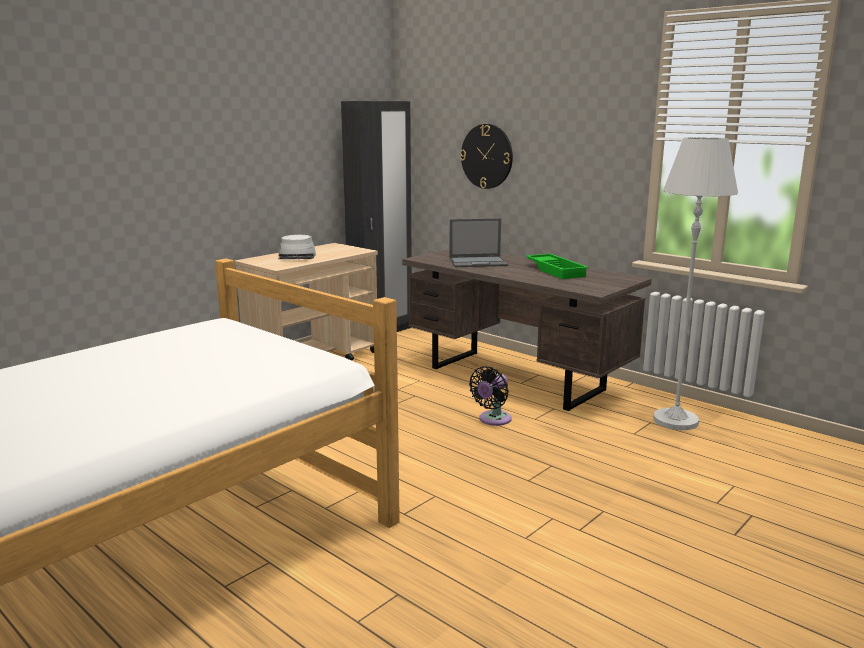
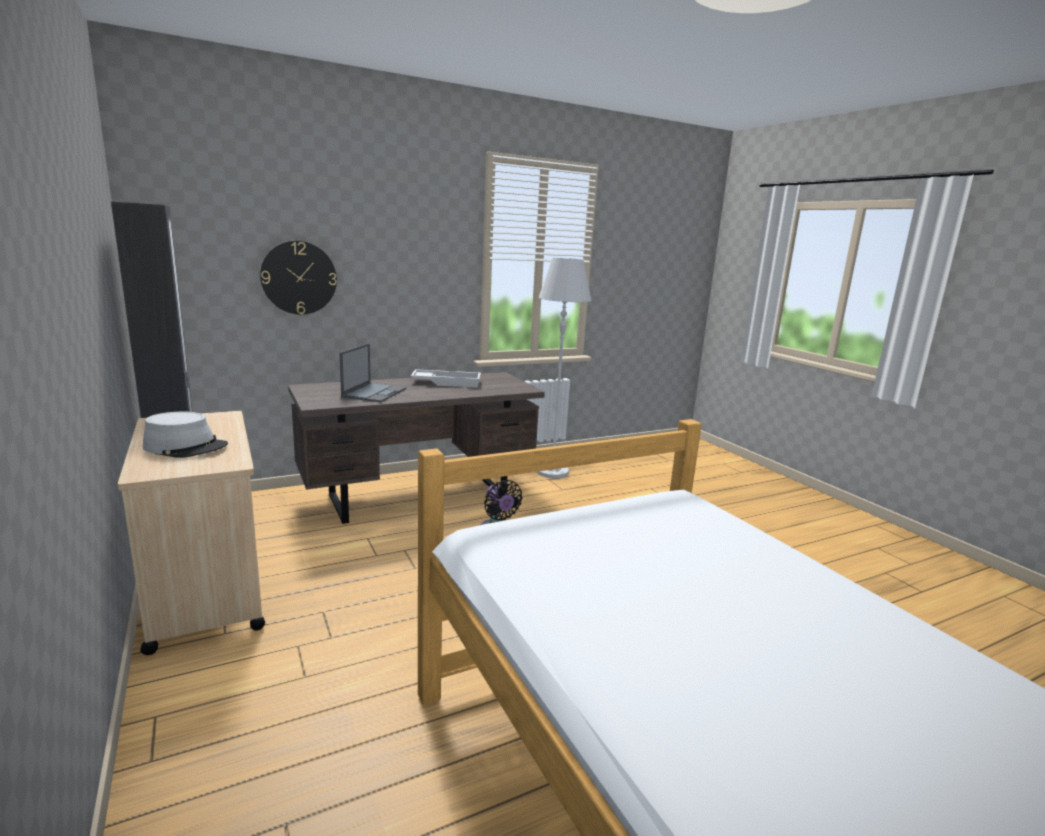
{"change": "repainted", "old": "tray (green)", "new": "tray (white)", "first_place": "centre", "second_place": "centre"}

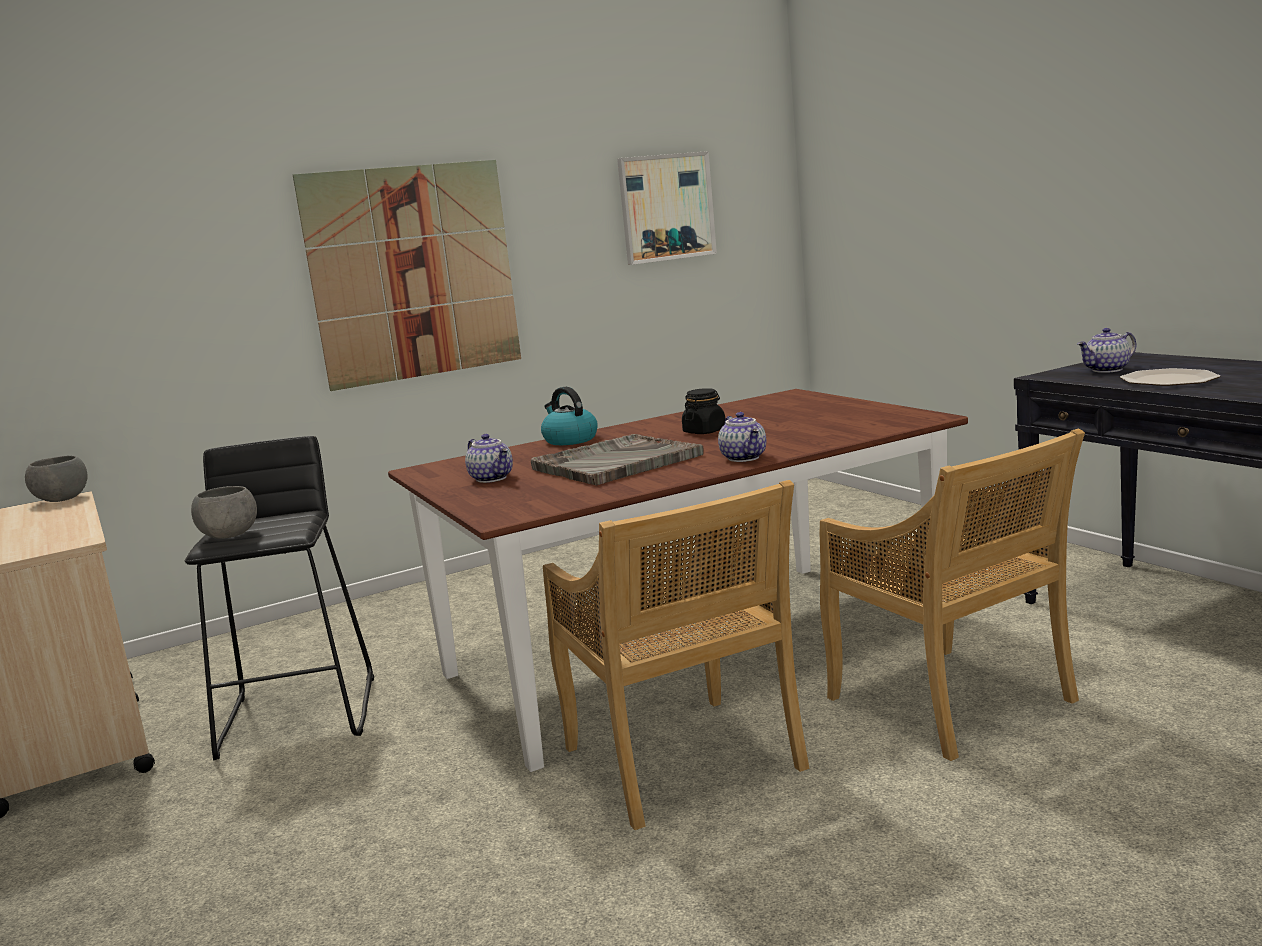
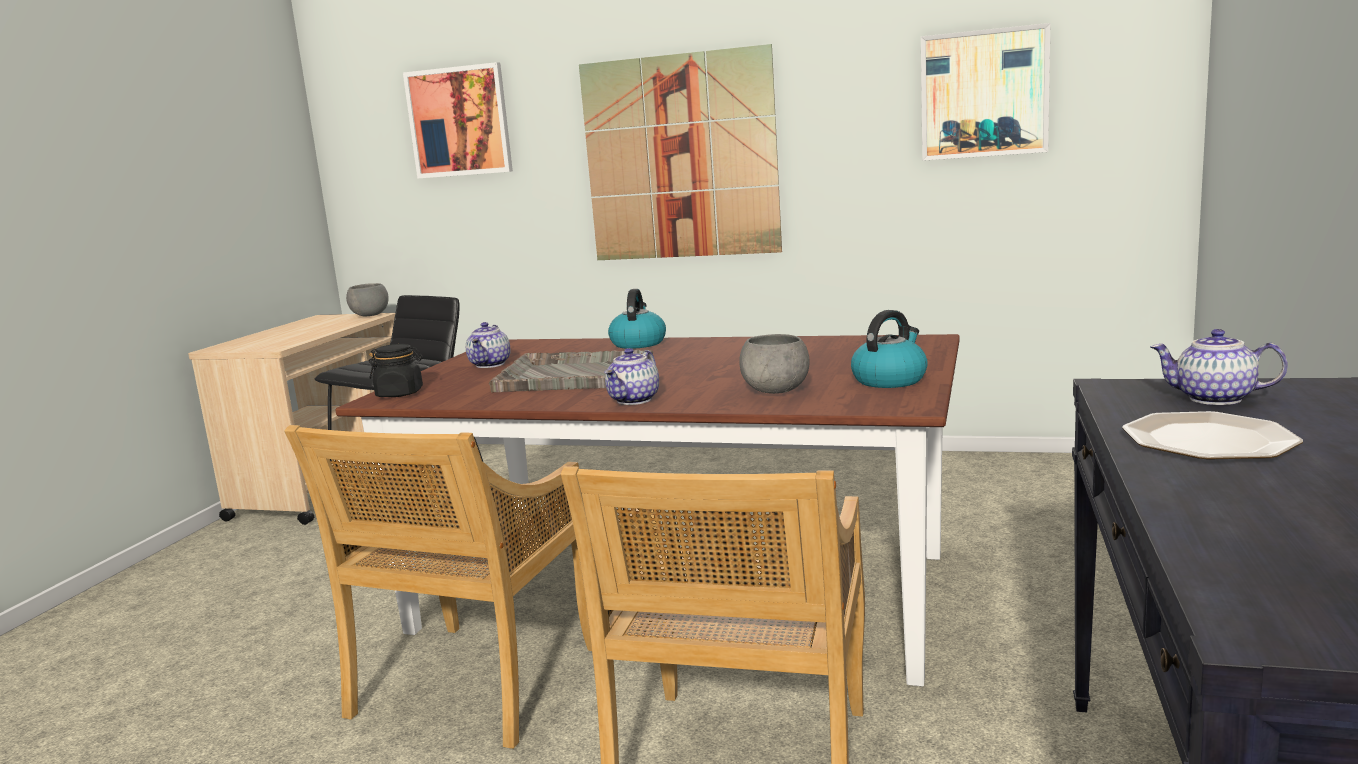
{"change": "new", "new": "picture (no. 1 from left)", "second_place": "top centre"}
{"change": "new", "new": "water kettle (no. 2 from left)", "second_place": "centre"}
{"change": "shifted", "old": "bowl (grey) (no. 2 from left)", "first_place": "middle left", "second_place": "centre"}
{"change": "shifted", "old": "storage jar (black-coloured)", "first_place": "centre", "second_place": "middle left"}

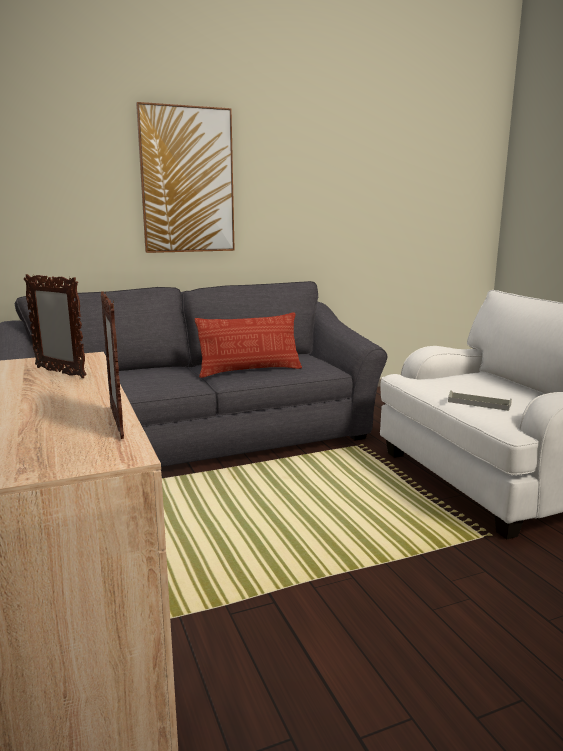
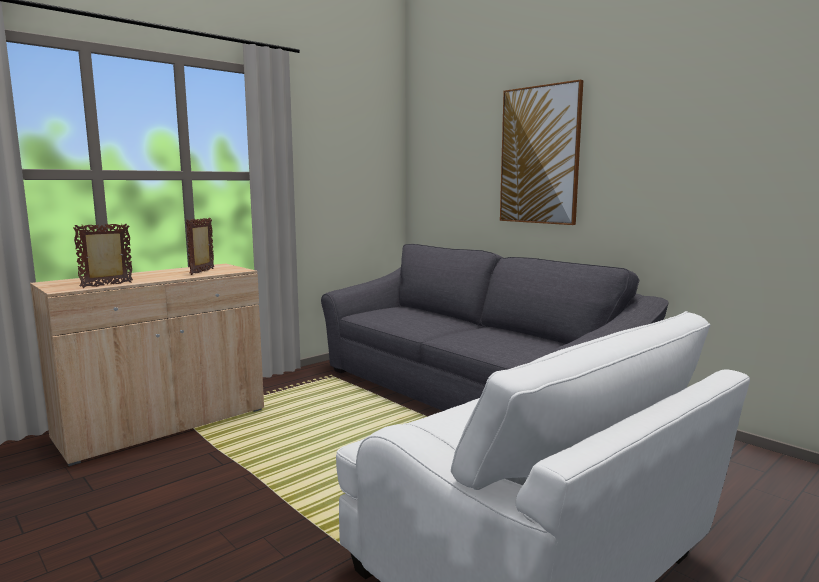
{"change": "gone", "old": "pillow", "first_place": "centre"}
{"change": "gone", "old": "tray (grey)", "first_place": "middle right"}

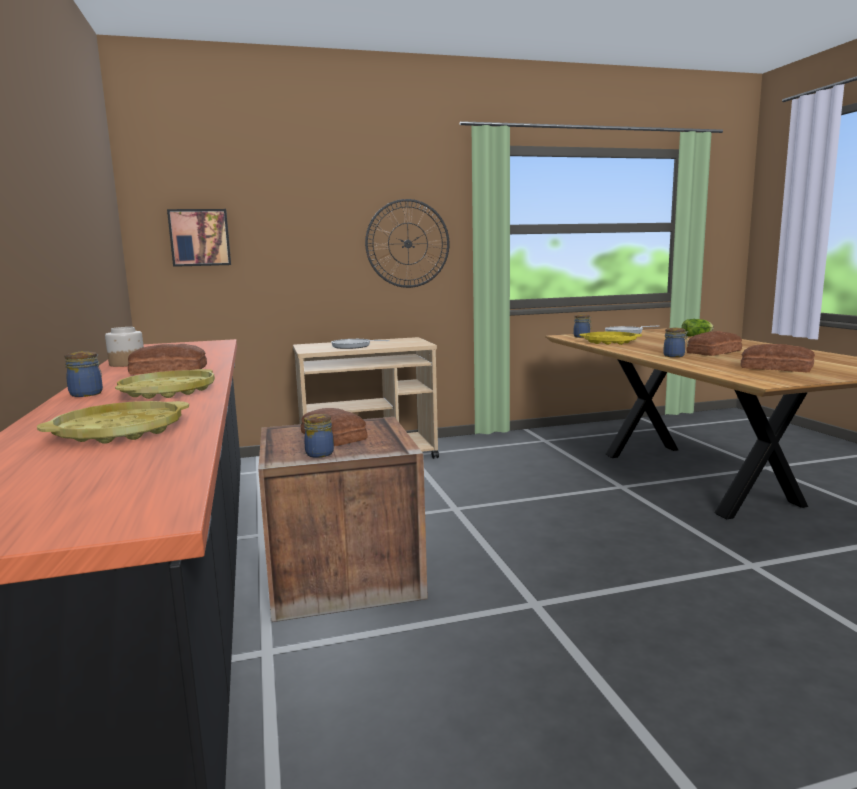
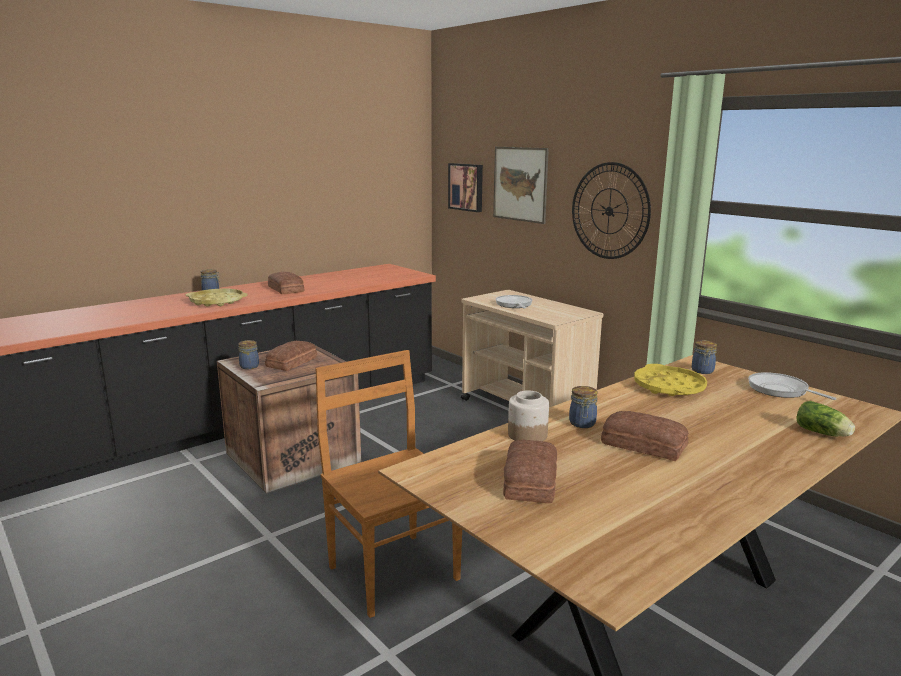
{"change": "gone", "old": "tray (yellow-coloured) (no. 1 from left)", "first_place": "middle left"}
{"change": "new", "new": "chair (brown-coloured)", "second_place": "bottom centre"}
{"change": "new", "new": "picture (no. 2 from left)", "second_place": "top centre"}
{"change": "shifted", "old": "storage jar (no. 2 from left in the first image)", "new": "storage jar (no. 3 from left)", "first_place": "middle left", "second_place": "centre"}

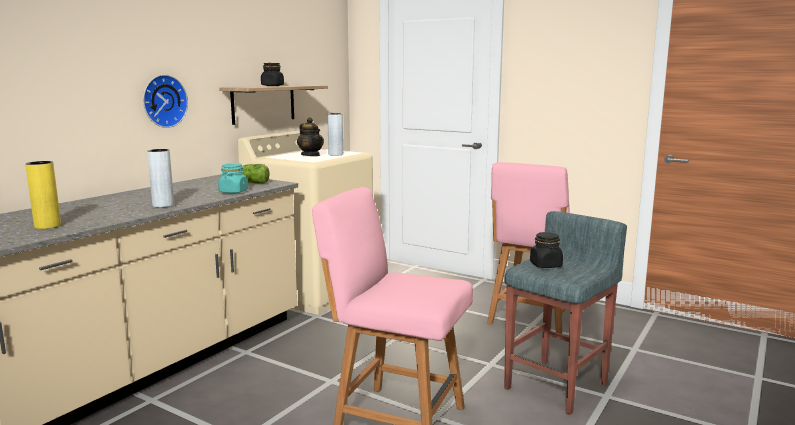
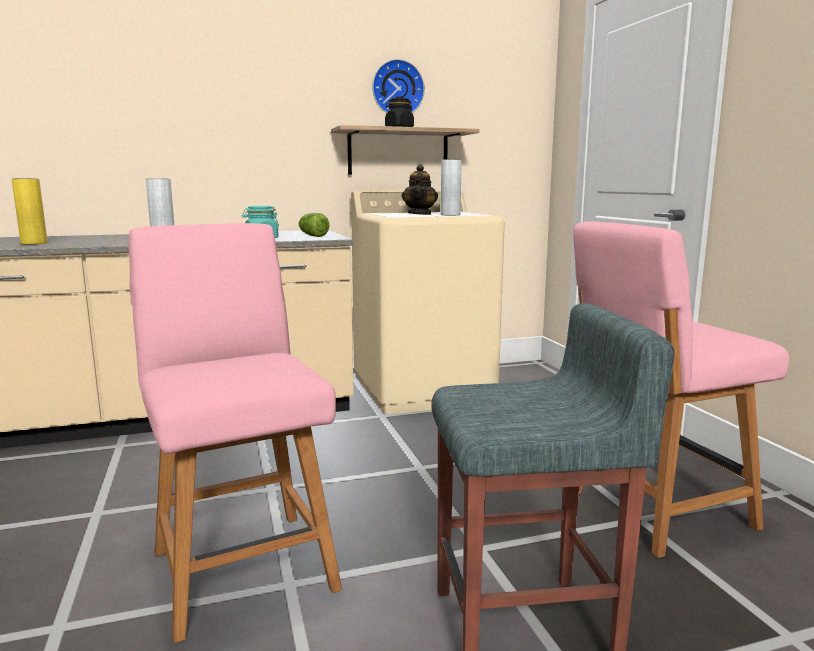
{"change": "gone", "old": "storage jar (black-coloured) (no. 2 from left)", "first_place": "middle right"}
{"change": "shifted", "old": "hanging clock", "first_place": "top left", "second_place": "top centre"}

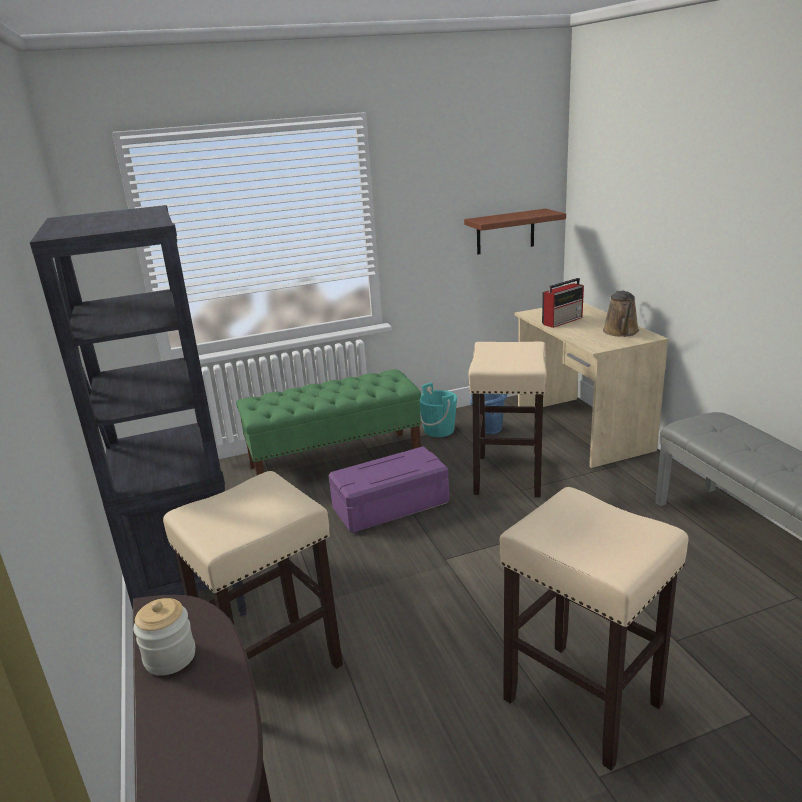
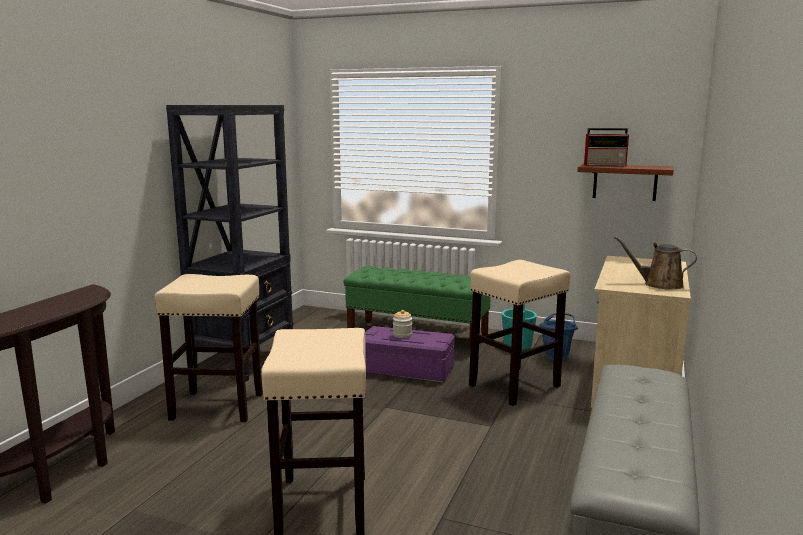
{"change": "shifted", "old": "storage jar", "first_place": "bottom left", "second_place": "centre"}
{"change": "shifted", "old": "radio receiver", "first_place": "middle right", "second_place": "top right"}
{"change": "rotated", "old": "sprinkling can (brown-coloured)", "first_place": "middle right", "second_place": "middle right", "degrees": 60}

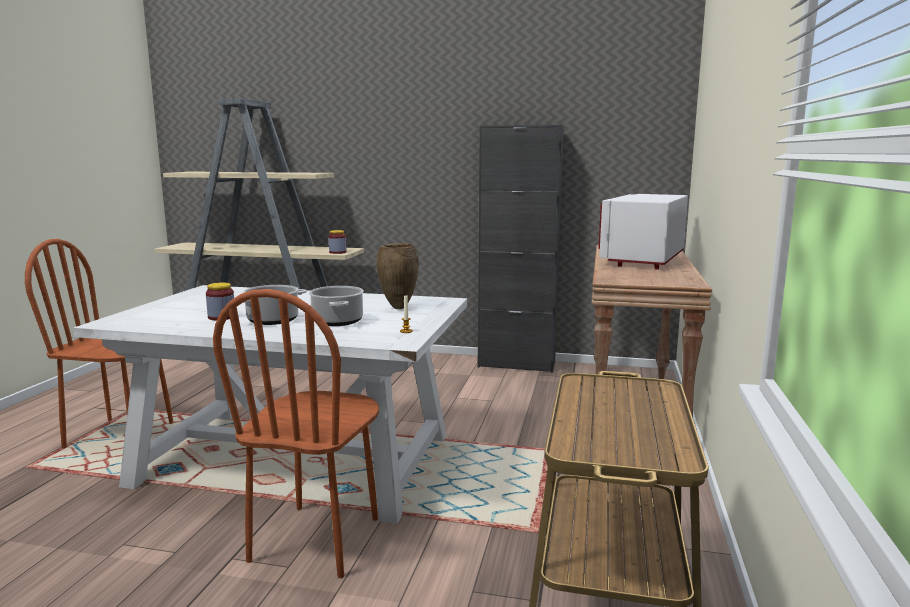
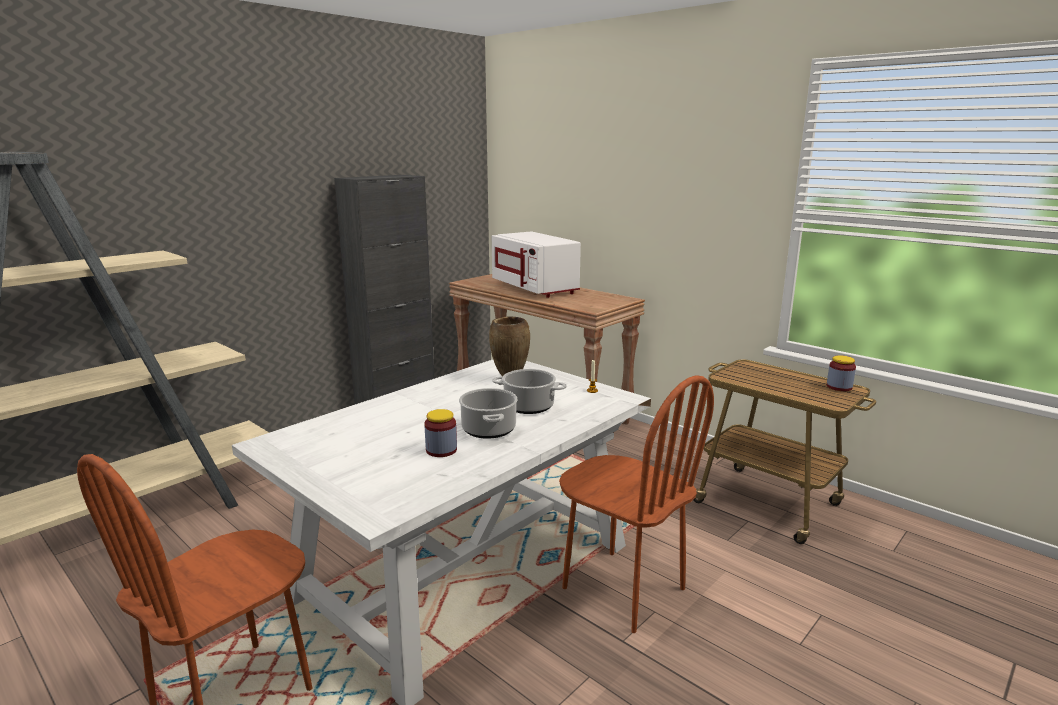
{"change": "shifted", "old": "storage jar (no. 2 from left)", "first_place": "centre", "second_place": "middle right"}

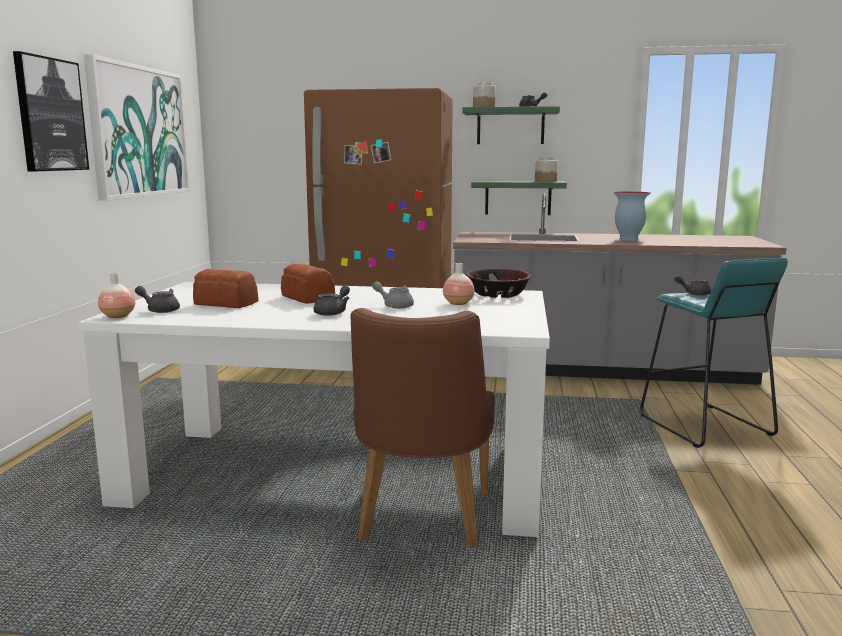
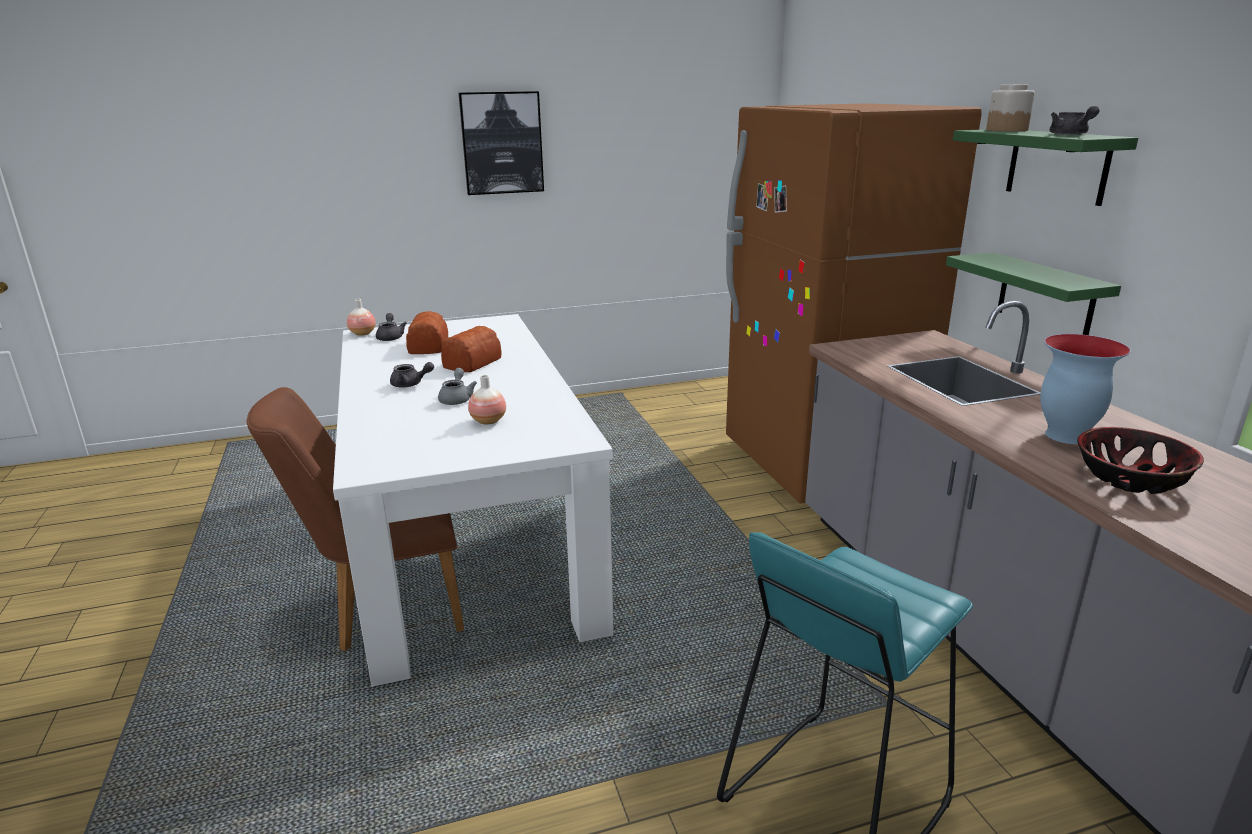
{"change": "gone", "old": "picture (no. 2 from left)", "first_place": "top left"}
{"change": "gone", "old": "storage jar (no. 2 from left)", "first_place": "top centre"}
{"change": "gone", "old": "pot for tea (grey) (no. 5 from left)", "first_place": "middle right"}
{"change": "shifted", "old": "bowl", "first_place": "centre", "second_place": "middle right"}

